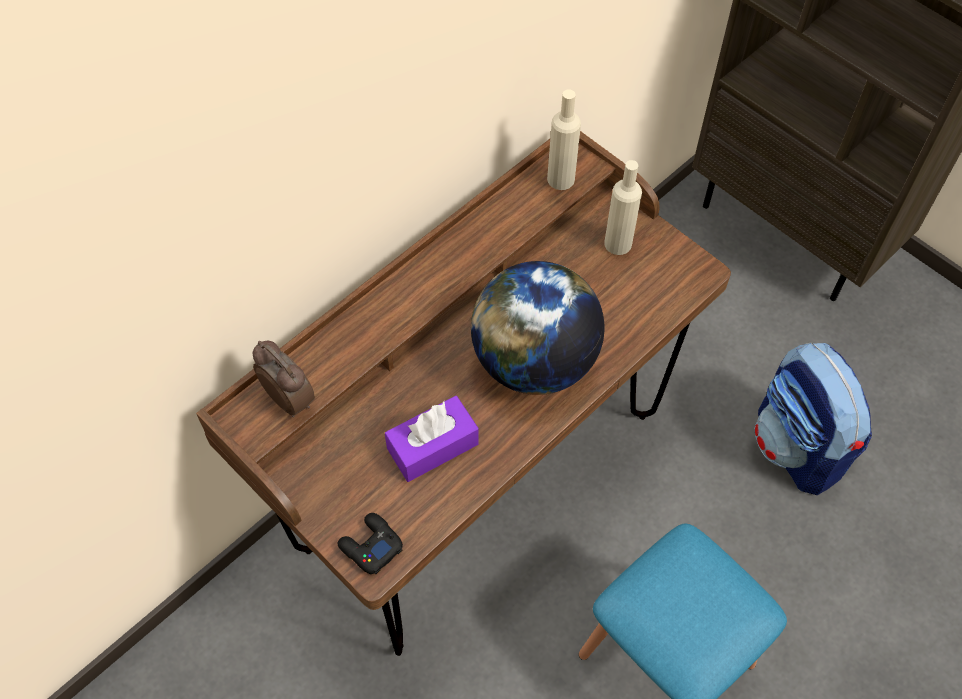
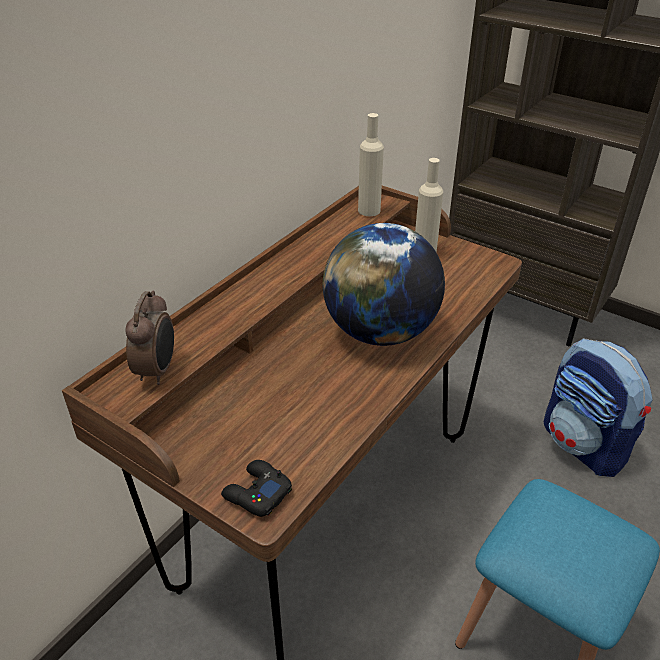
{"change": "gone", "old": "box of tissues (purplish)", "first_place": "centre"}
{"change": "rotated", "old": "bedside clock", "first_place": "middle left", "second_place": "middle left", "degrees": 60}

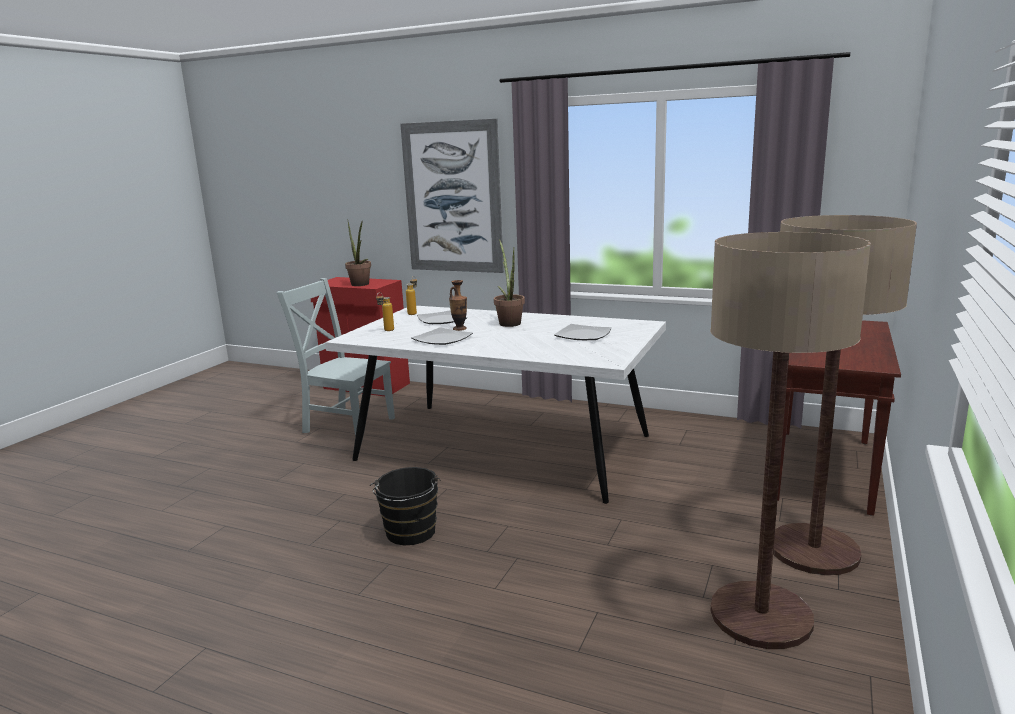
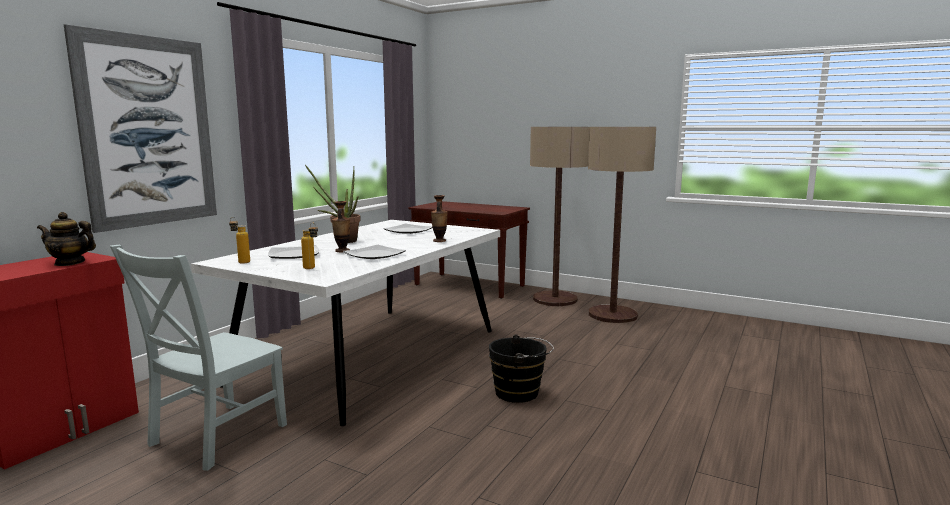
{"change": "new", "new": "decorative vase (no. 2 from left)", "second_place": "centre"}
{"change": "swapped", "old": "houseplant (no. 1 from left)", "new": "pot for tea", "first_place": "centre", "second_place": "middle left"}

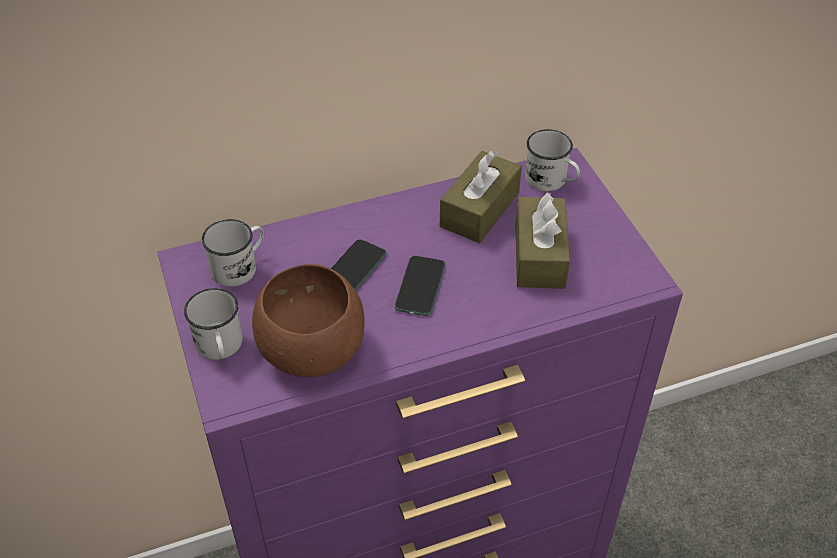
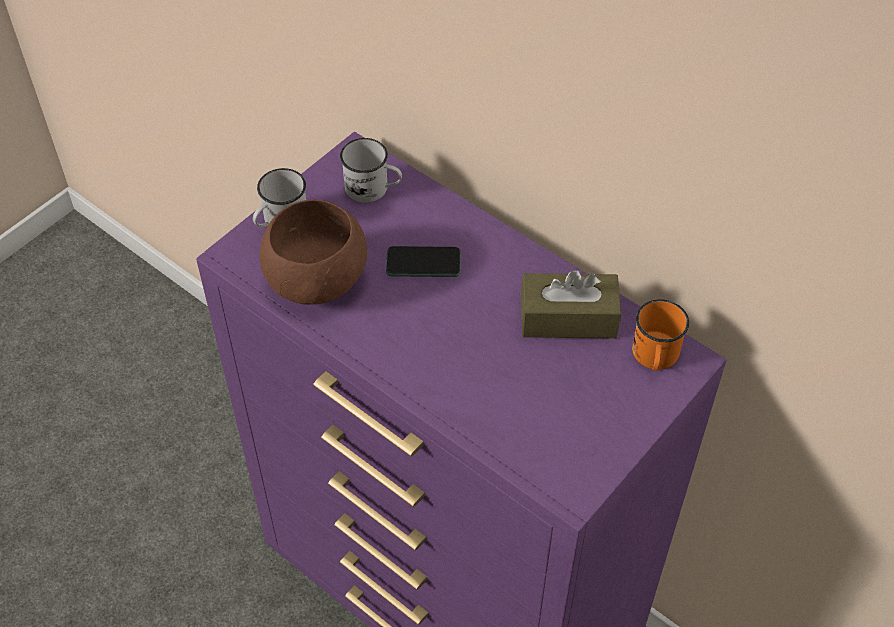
{"change": "gone", "old": "phone (no. 2 from left)", "first_place": "centre"}
{"change": "gone", "old": "box of tissues (brown-coloured) (no. 2 from left)", "first_place": "centre"}
{"change": "repainted", "old": "coffee mug (white) (no. 3 from left)", "new": "coffee mug (orangey)", "first_place": "top centre", "second_place": "middle right"}

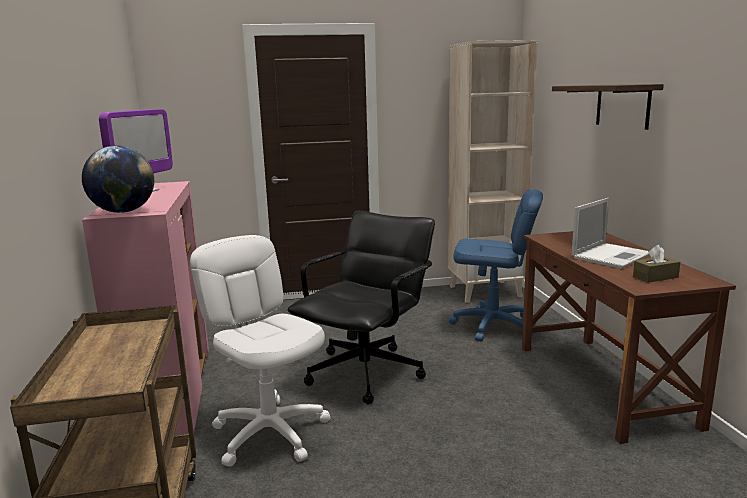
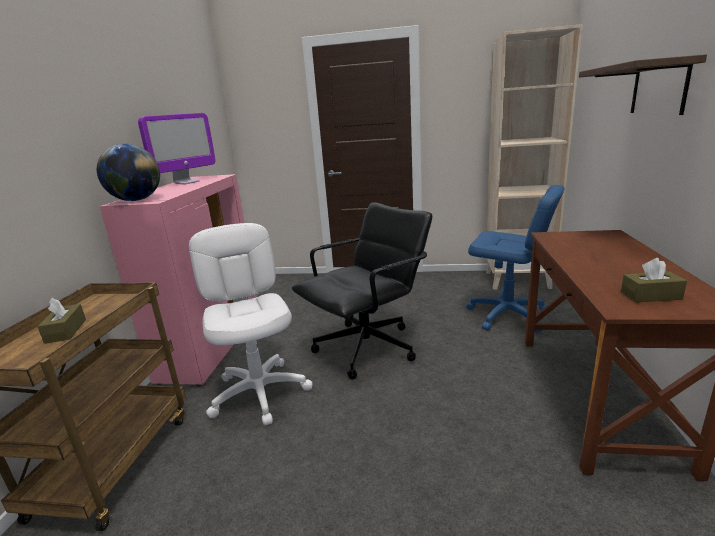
{"change": "gone", "old": "portable computer", "first_place": "middle right"}
{"change": "new", "new": "box of tissues (brown-coloured) (no. 1 from left)", "second_place": "middle left"}

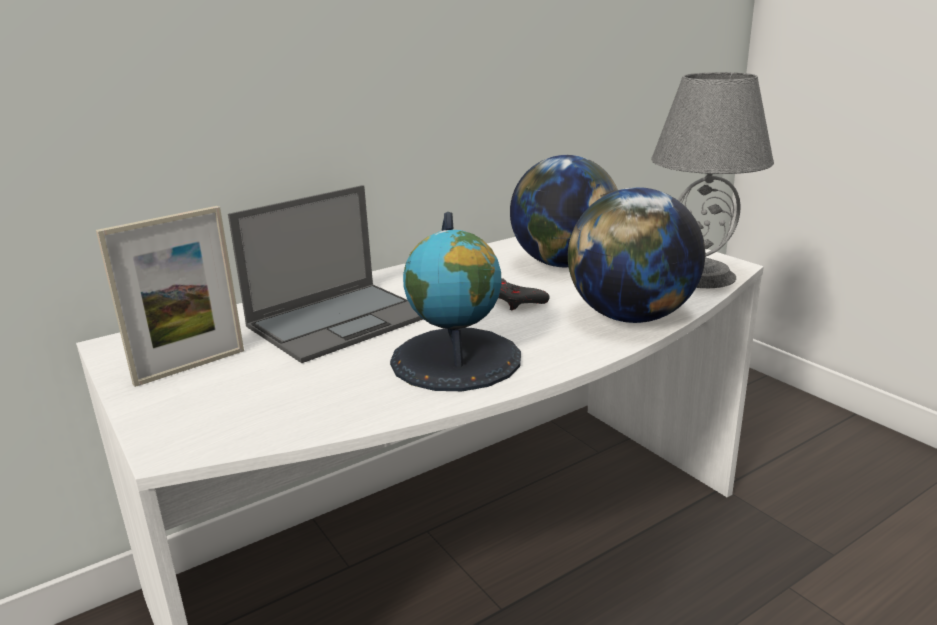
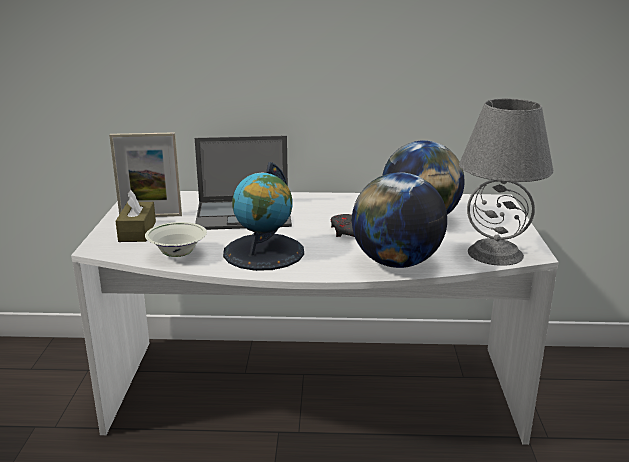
{"change": "new", "new": "box of tissues (brown-coloured)", "second_place": "middle left"}
{"change": "new", "new": "bowl (white)", "second_place": "middle left"}

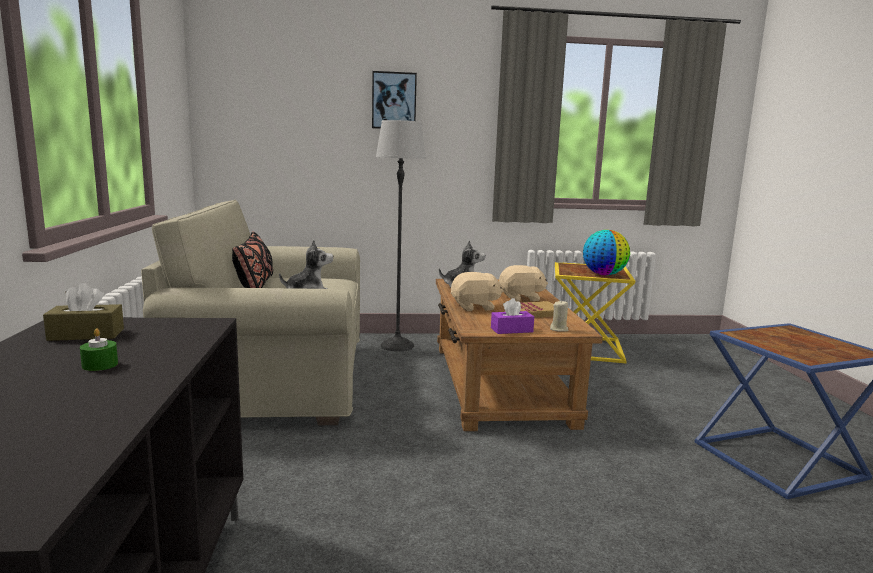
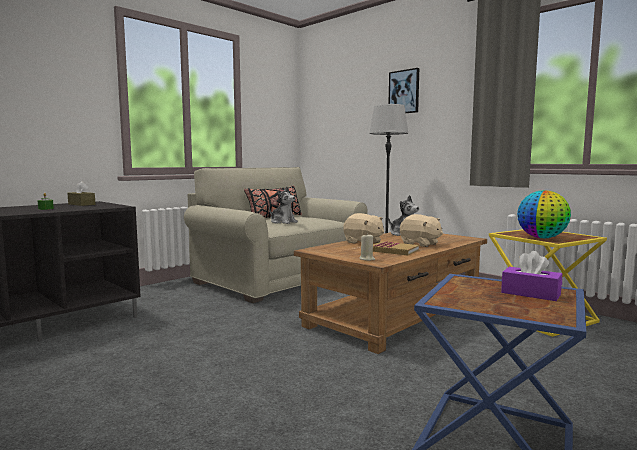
{"change": "shifted", "old": "box of tissues (purplish)", "first_place": "centre", "second_place": "middle right"}

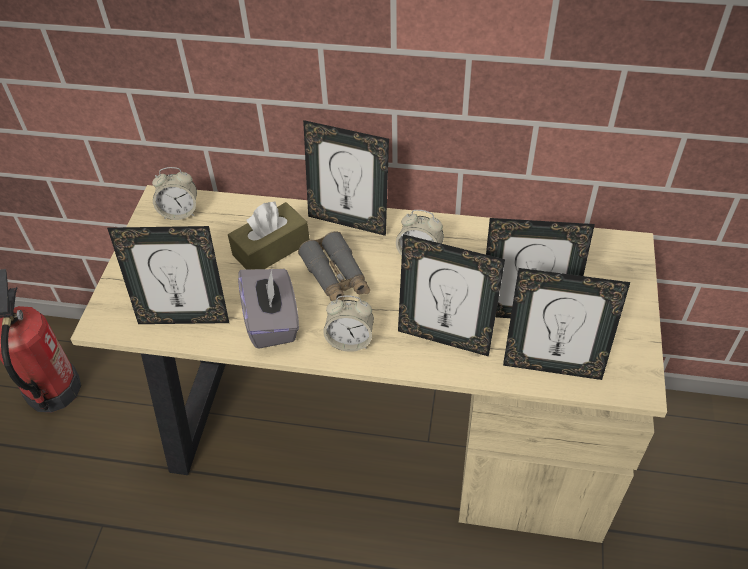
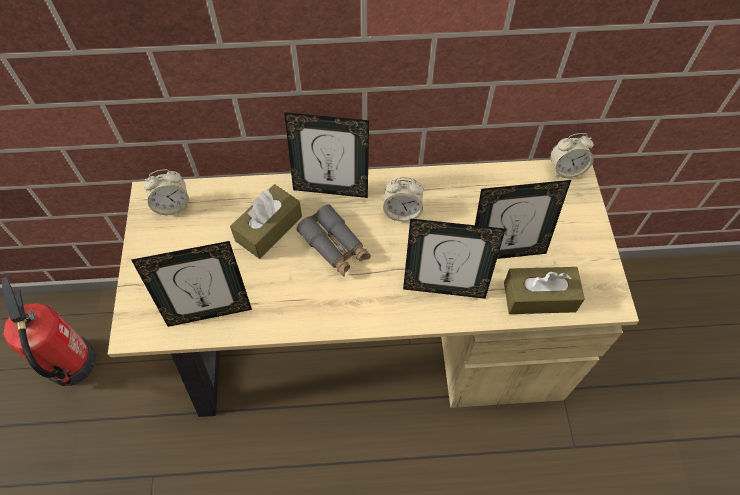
{"change": "gone", "old": "box of tissues (grey)", "first_place": "centre"}
{"change": "shifted", "old": "bedside clock (no. 2 from left in the first image)", "new": "bedside clock (no. 3 from left)", "first_place": "centre", "second_place": "top right"}
{"change": "swapped", "old": "picture frame (no. 5 from left)", "new": "box of tissues (brown-coloured) (no. 2 from left)", "first_place": "middle right", "second_place": "middle right"}

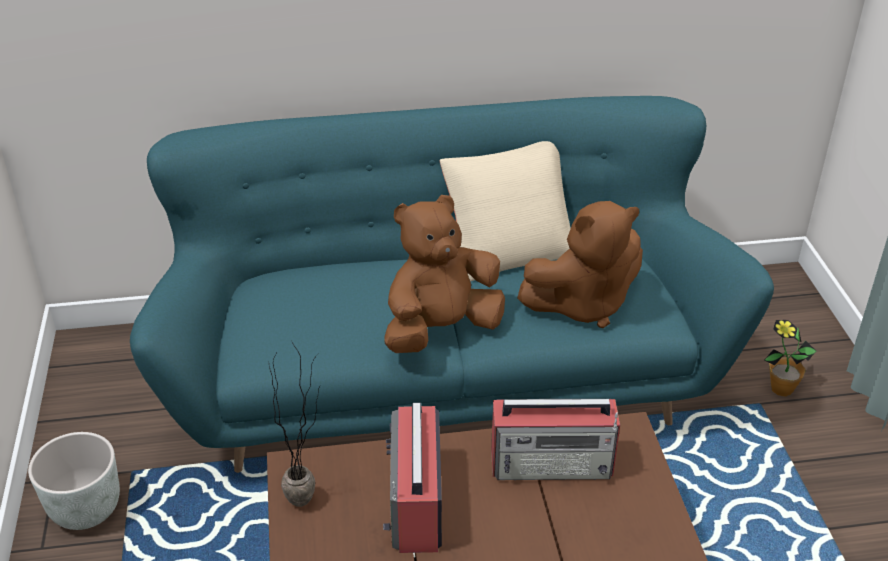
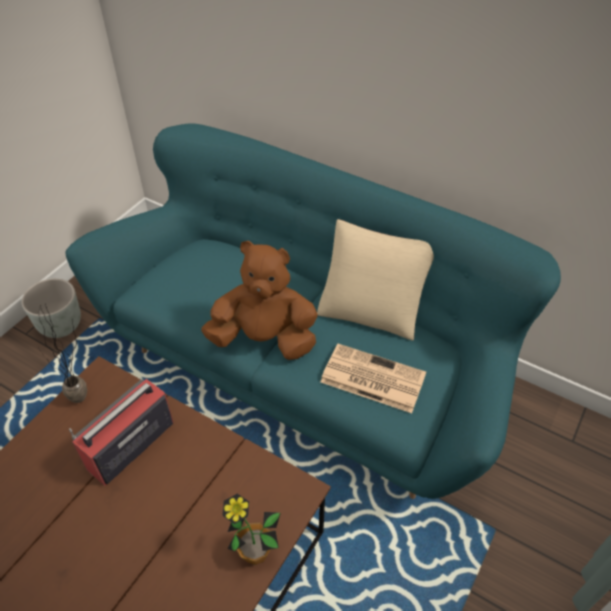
{"change": "gone", "old": "radio receiver (no. 2 from left)", "first_place": "bottom centre"}
{"change": "shifted", "old": "houseplant (no. 2 from left)", "first_place": "middle right", "second_place": "bottom centre"}
{"change": "swapped", "old": "soft toy (brown-coloured) (no. 2 from left)", "new": "newspaper", "first_place": "centre", "second_place": "centre"}

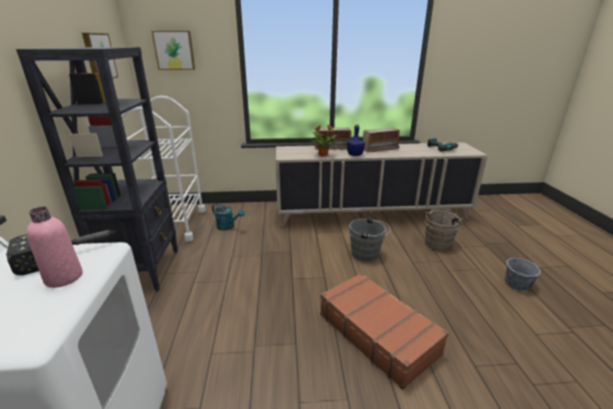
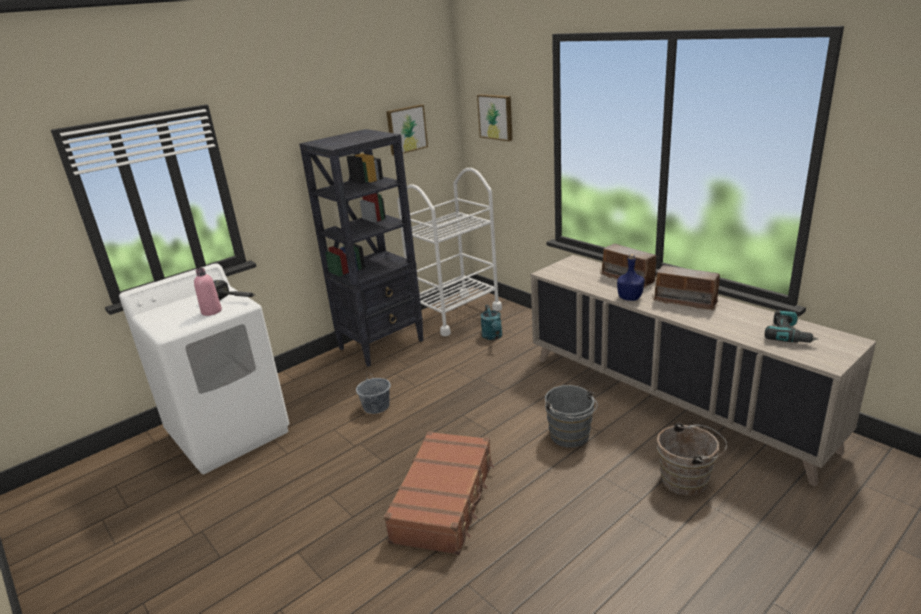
{"change": "gone", "old": "houseplant", "first_place": "centre"}
{"change": "shifted", "old": "water bucket (grey) (no. 2 from left in the first image)", "new": "water bucket (grey) (no. 1 from left)", "first_place": "middle right", "second_place": "centre"}

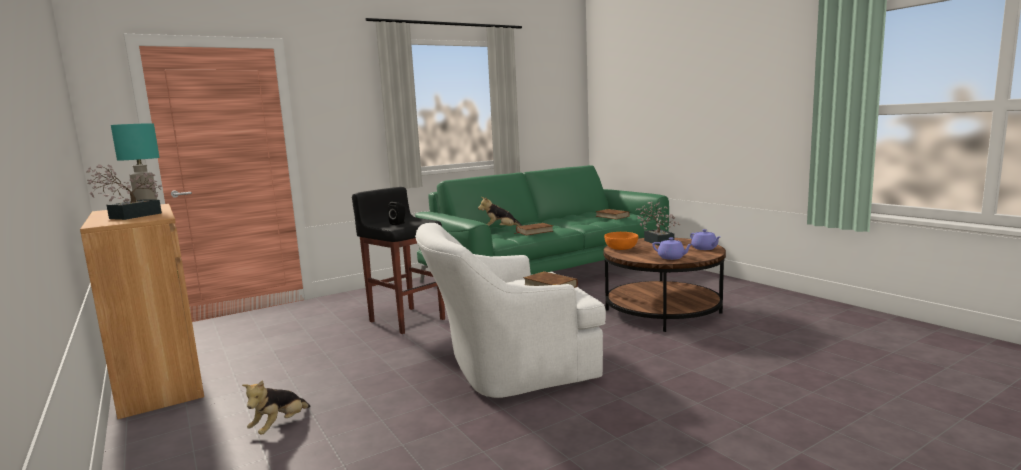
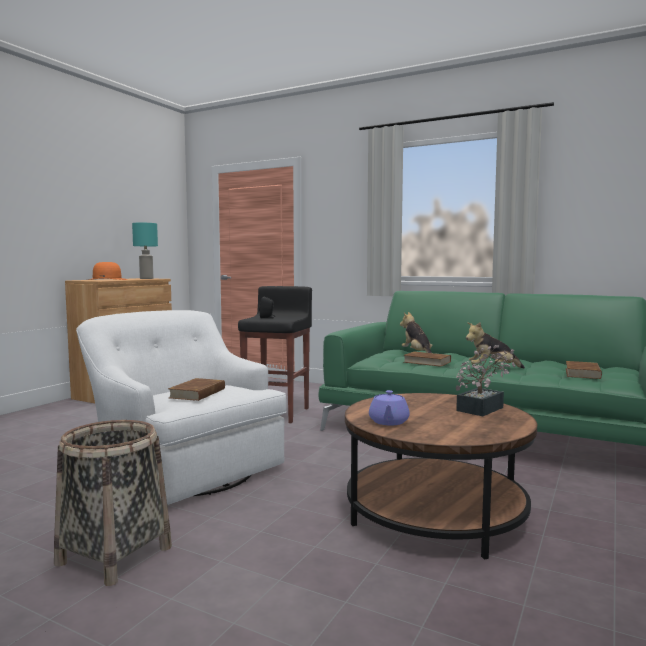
{"change": "gone", "old": "bowl (orangey)", "first_place": "centre"}
{"change": "gone", "old": "pot for tea (purplish) (no. 2 from left)", "first_place": "middle right"}
{"change": "new", "new": "storage basket", "second_place": "bottom left"}
{"change": "shifted", "old": "soft toy (no. 1 from left in the first image)", "new": "soft toy (no. 2 from left)", "first_place": "bottom left", "second_place": "middle right"}
{"change": "swapped", "old": "houseplant (no. 1 from left)", "new": "wearable hat (orangey)", "first_place": "middle left", "second_place": "middle left"}

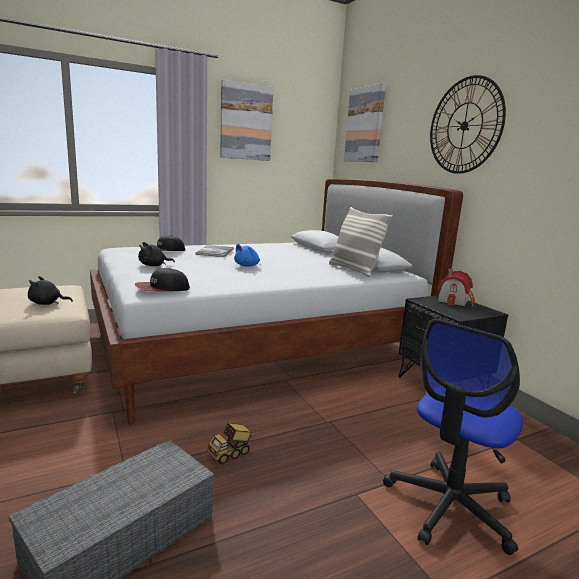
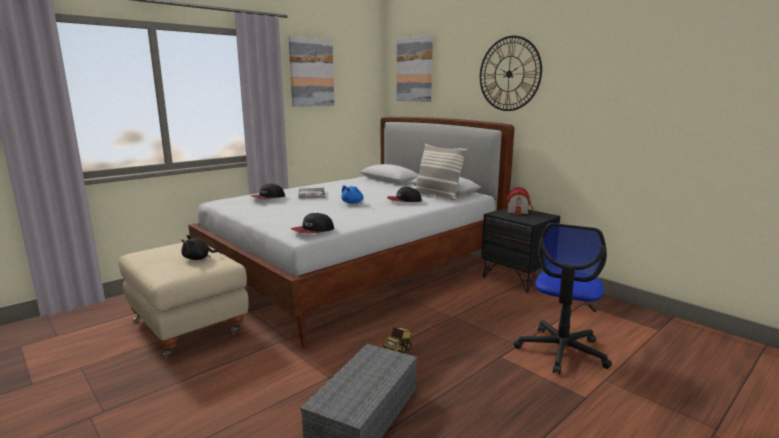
{"change": "gone", "old": "soft toy (black-coloured) (no. 2 from left)", "first_place": "middle left"}
{"change": "new", "new": "baseball cap (no. 3 from left)", "second_place": "centre"}

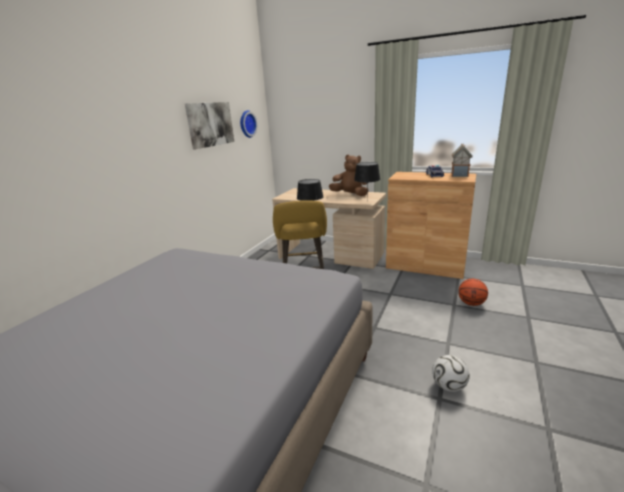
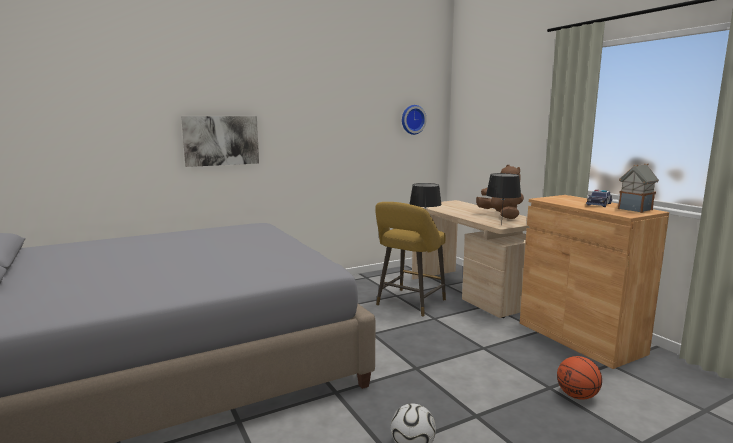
{"change": "shifted", "old": "picture", "first_place": "top centre", "second_place": "top left"}

